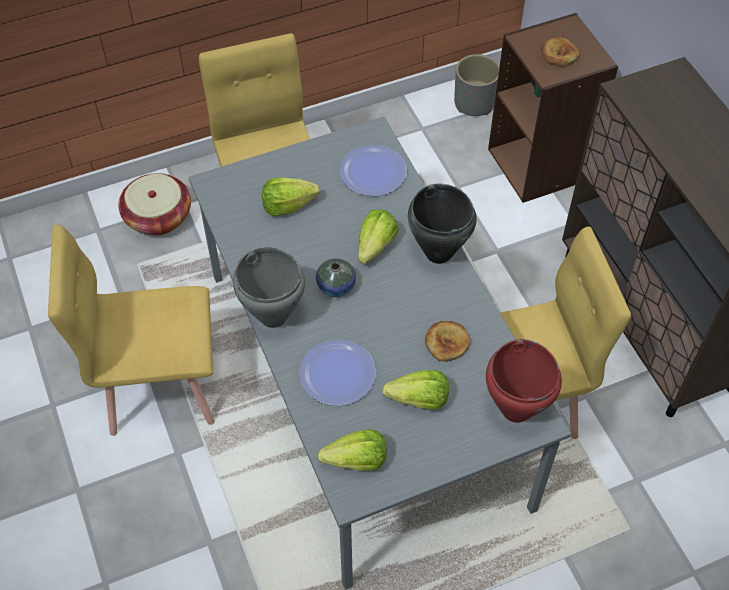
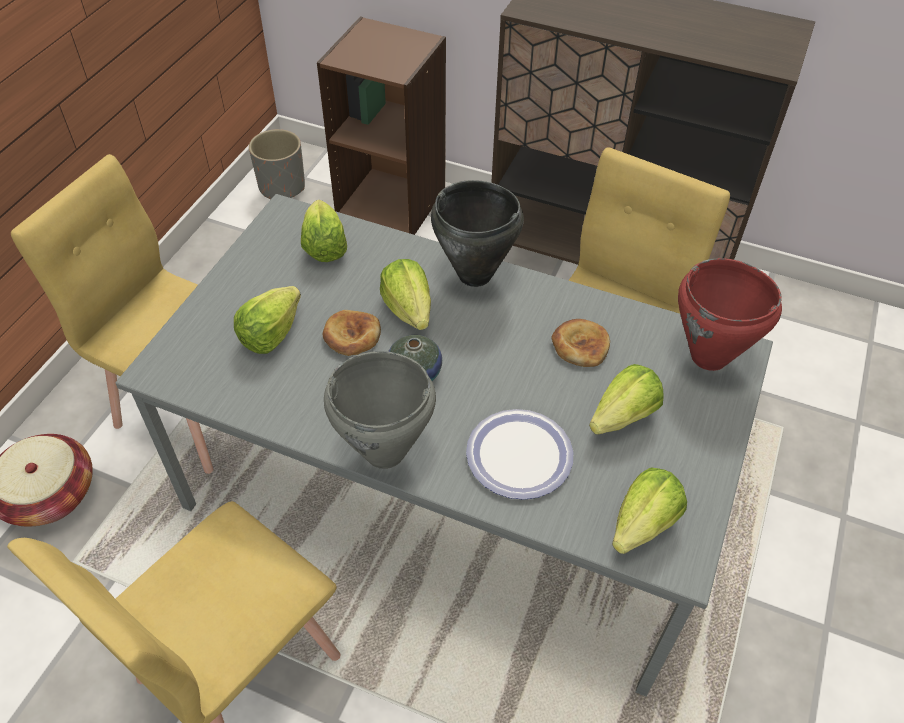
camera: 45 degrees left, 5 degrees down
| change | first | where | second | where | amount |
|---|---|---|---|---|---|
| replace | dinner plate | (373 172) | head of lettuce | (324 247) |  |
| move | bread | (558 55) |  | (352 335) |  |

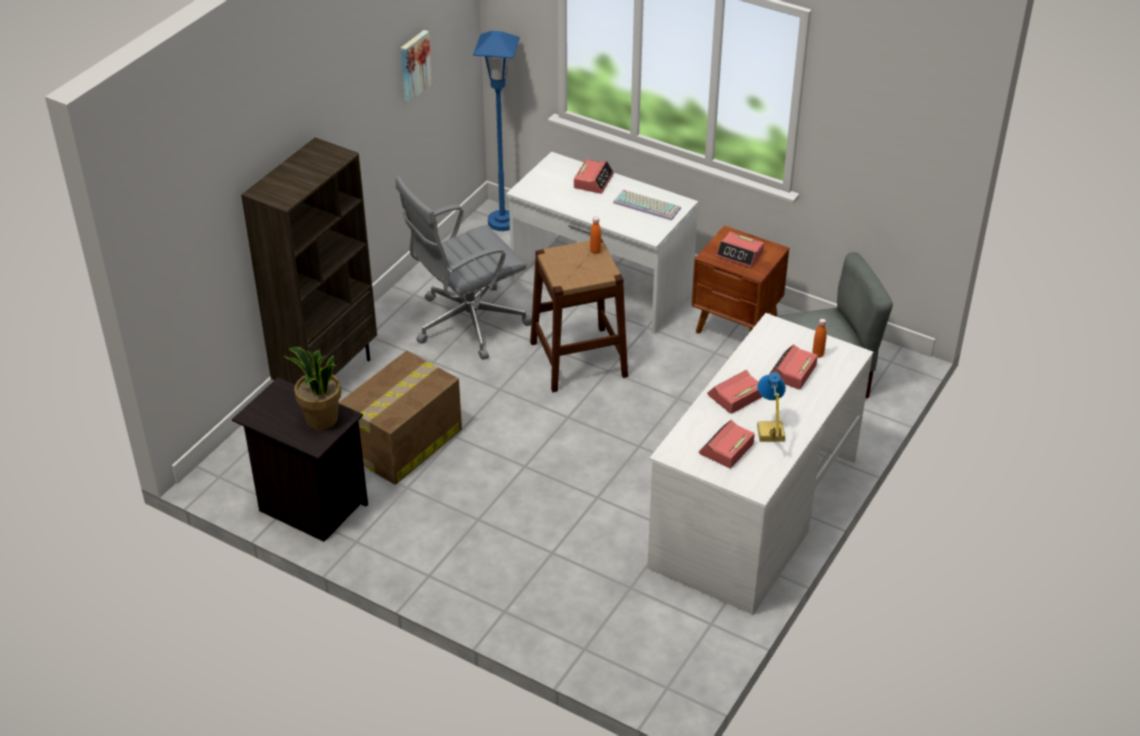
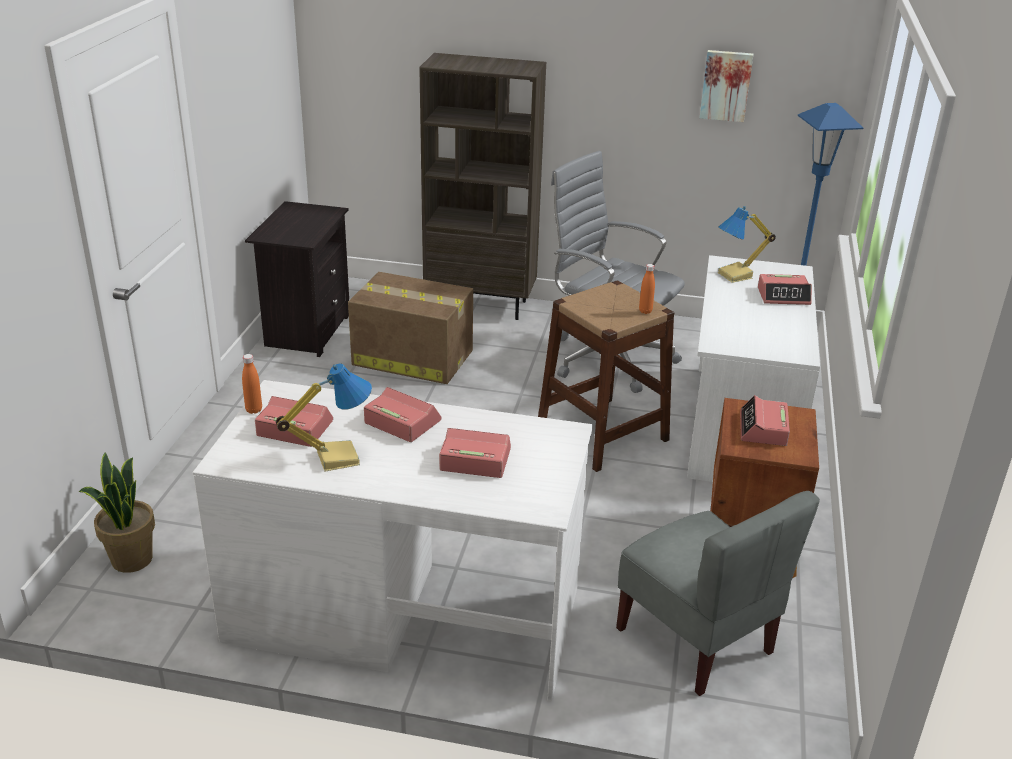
camera: 70 degrees right, 10 degrees down
| change | first | where | second | where | amount |
|---|---|---|---|---|---|
| move | plant in a pot | (321 419) |  | (131 559) |  |
| move | orangey bottle | (818 354) |  | (254 410) |  |
| insert |  |  | table lamp | (736 275) |  |
| delete | keyboard | (648 205) |  |  |  |

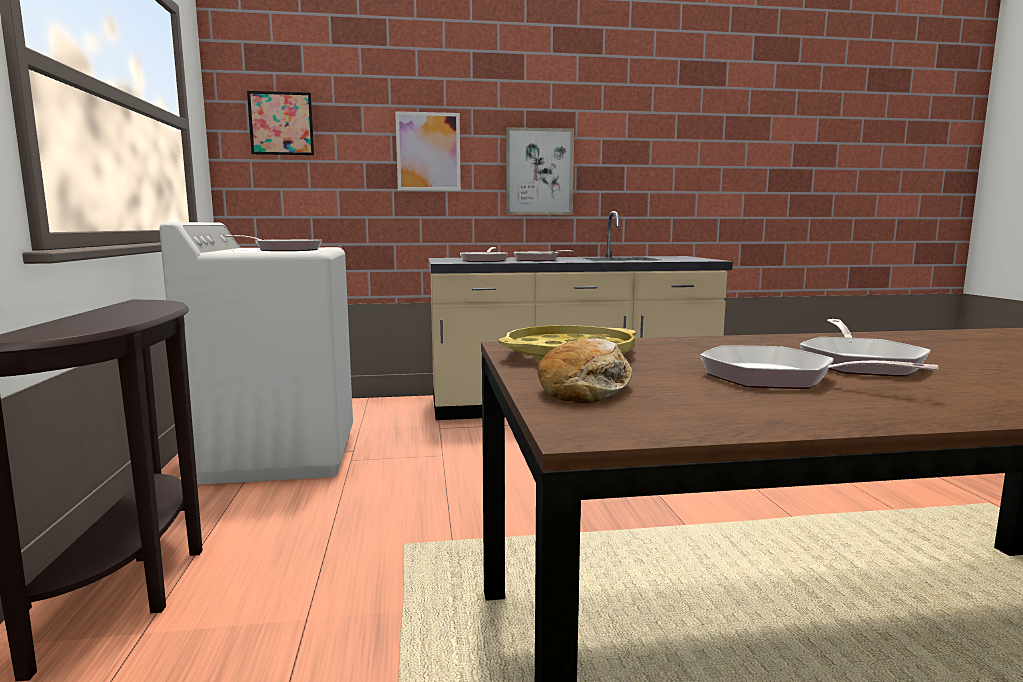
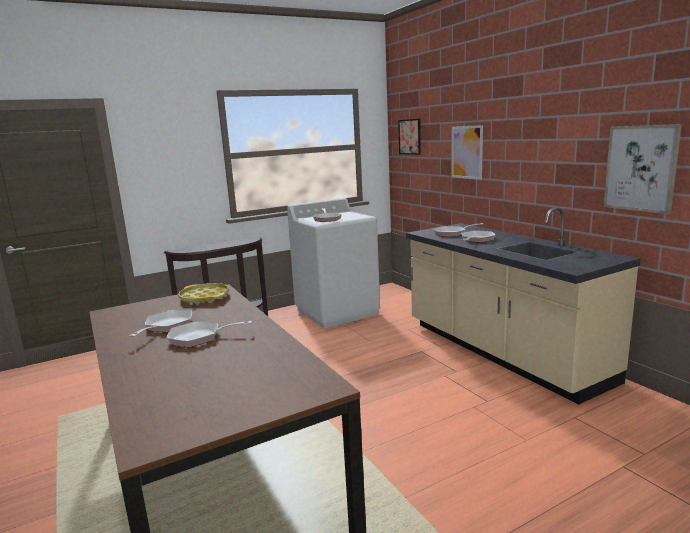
camera: 70 degrees right, 5 degrees up
| change | first | where | second | where | amount |
|---|---|---|---|---|---|
| move | wall picture | (539 172) |  | (641 168) |  |
| delete | bread | (586 389) |  |  |  |

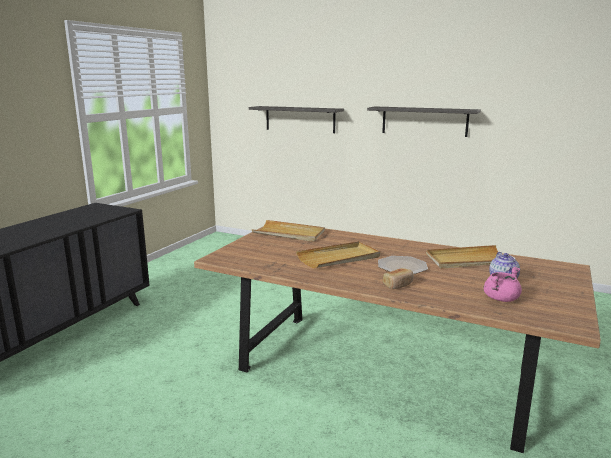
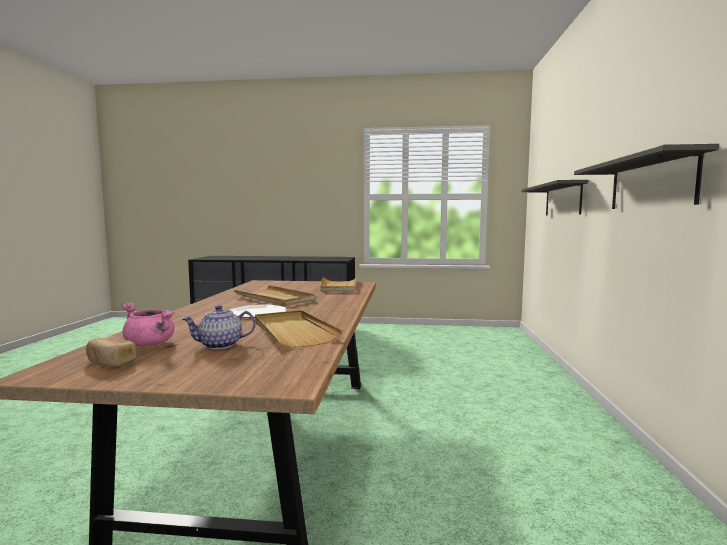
camera: 70 degrees right, 10 degrees down
| change | first | where | second | where | amount |
|---|---|---|---|---|---|
| move | bread | (398 284) |  | (110 362) |  |

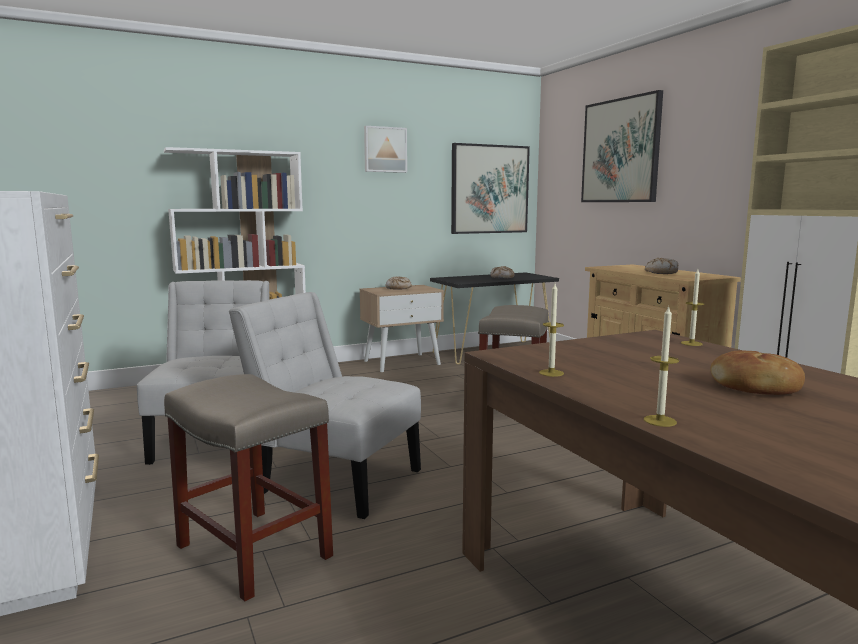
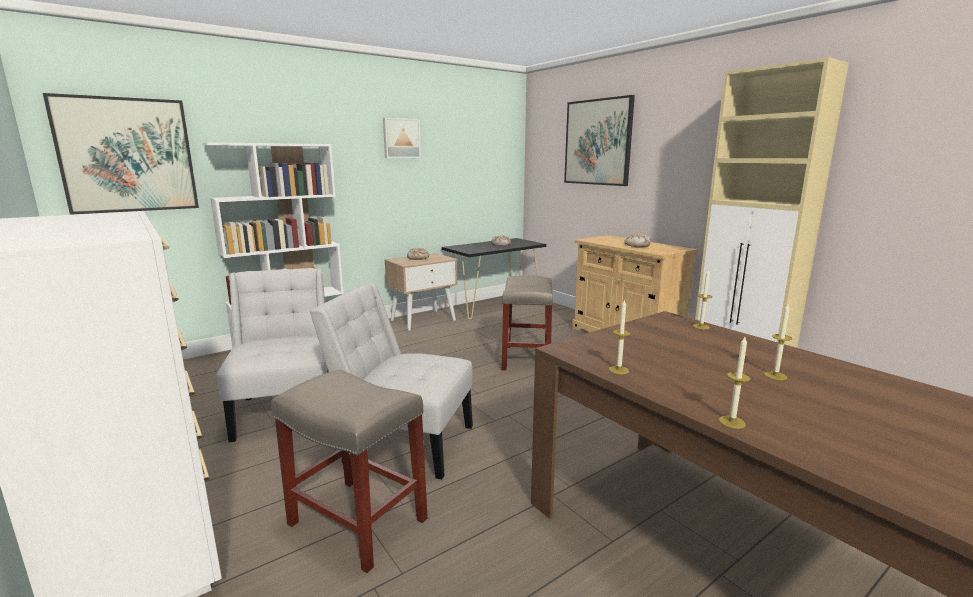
camera: 10 degrees left, 5 degrees up
| change | first | where | second | where | amount |
|---|---|---|---|---|---|
| move | wall picture | (489 189) |  | (127 155) |  |
| replace | bread | (755 387) | wax light | (775 375) |  |

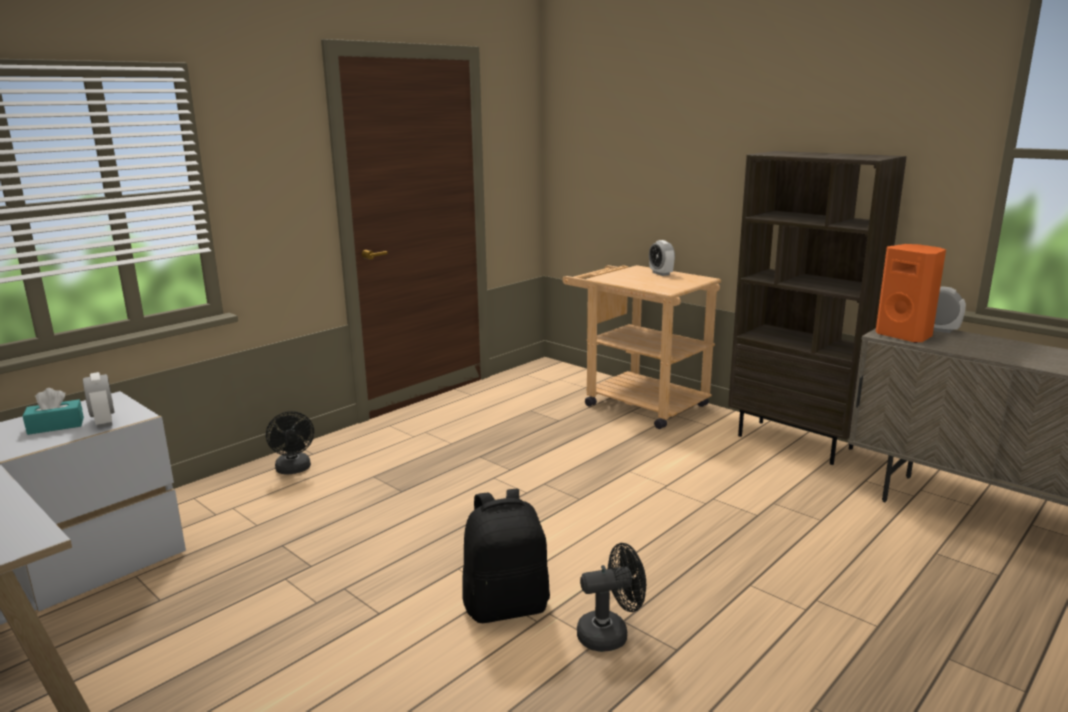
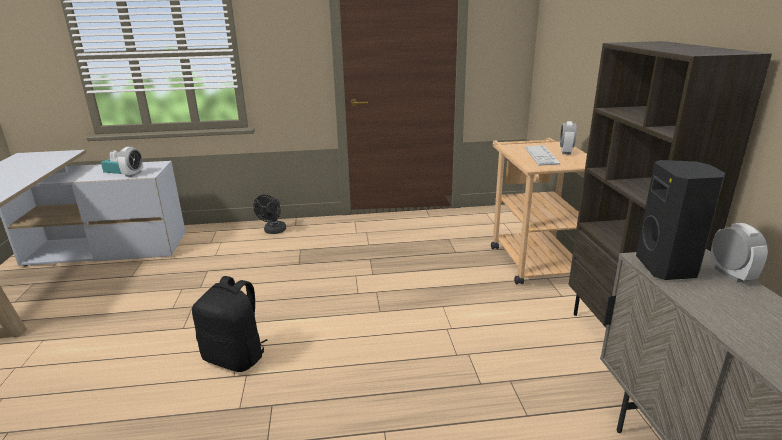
camera: 40 degrees right, 5 degrees up
| change | first | where | second | where | amount |
|---|---|---|---|---|---|
| insert |  |  | keyboard | (541 156) |  |
| recolor | orangey audio speaker | (905 336) | blackish audio speaker | (668 268) |  |
| delete | blackish cooling fan | (610 634) |  |  |  |

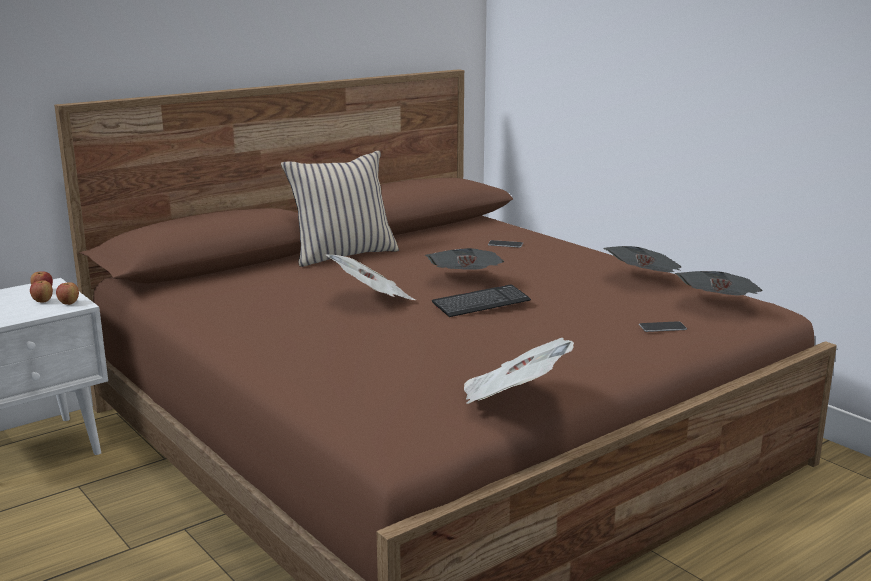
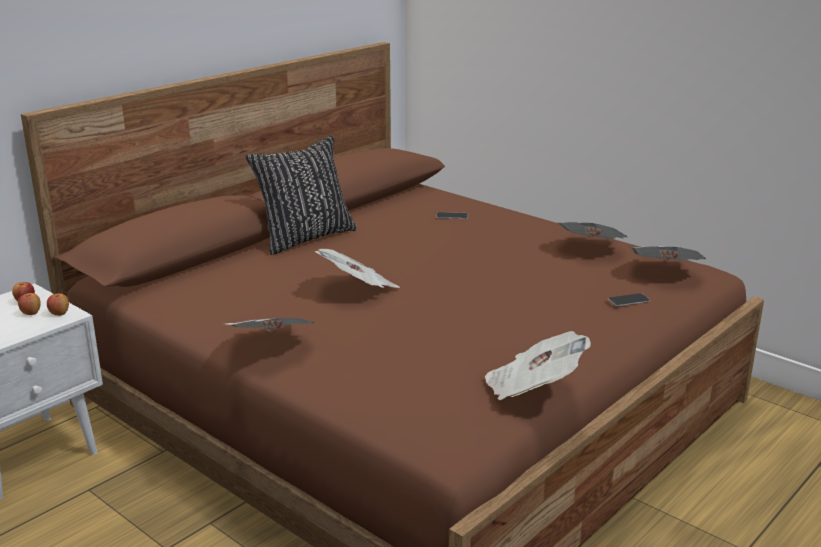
camera: 10 degrees left, 5 degrees up
| change | first | where | second | where | amount |
|---|---|---|---|---|---|
| move | printed paper | (465 280) |  | (272 345) |  |
| recolor | beige throw pillow | (342 254) | blackish throw pillow | (305 238) |  |
| delete | keyboard | (481 303) |  |  |  |

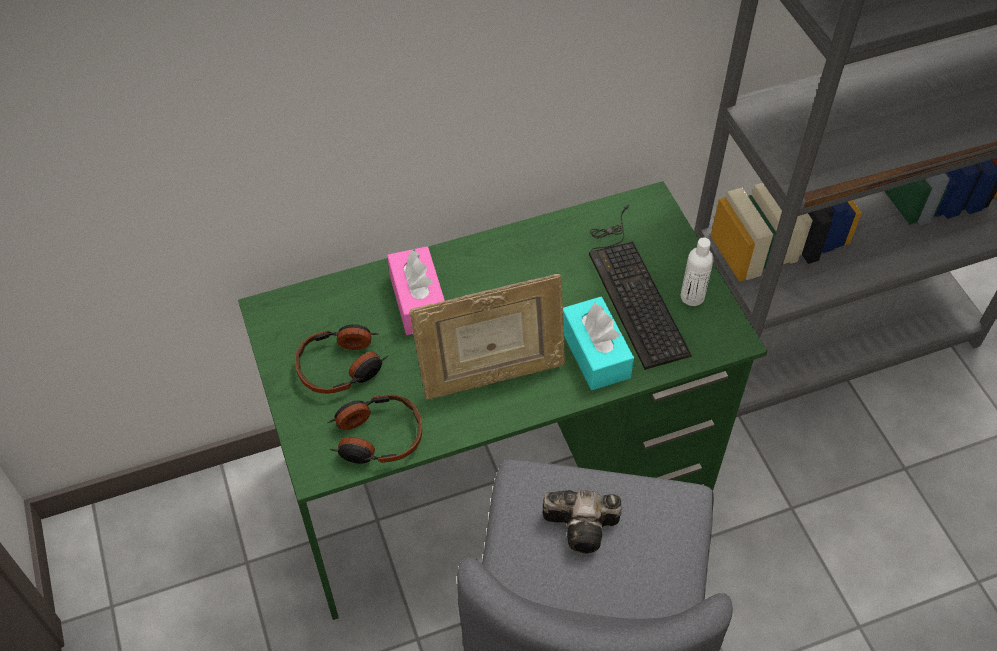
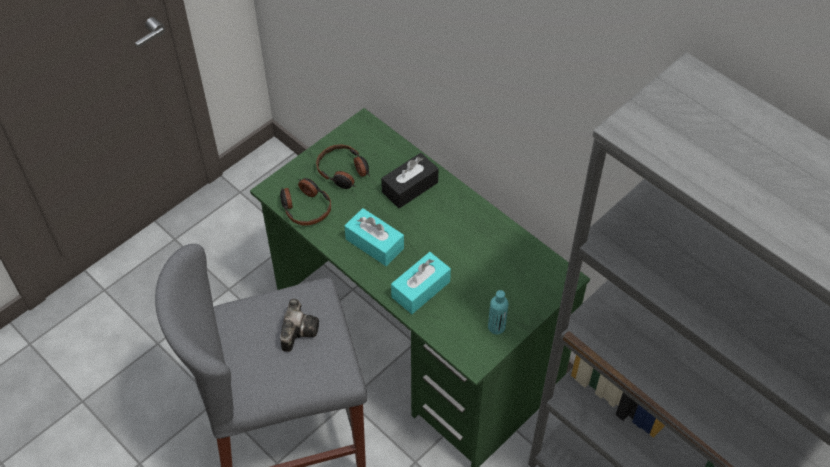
camera: 65 degrees right, 0 degrees up
| change | first | where | second | where | amount |
|---|---|---|---|---|---|
| rotate | still camera | (584 526) |  | (298 329) | 150 degrees counterclockwise |
| replace | photo frame | (491 376) | turquoise box of tissues | (374 243) |  |
| recolor | pink-coloured box of tissues | (418 300) | blackish box of tissues | (410 187) |  |
| recolor | white bottle | (692 297) | turquoise bottle | (496 327) |  |
| delete | keyboard | (633 288) |  |  |  |

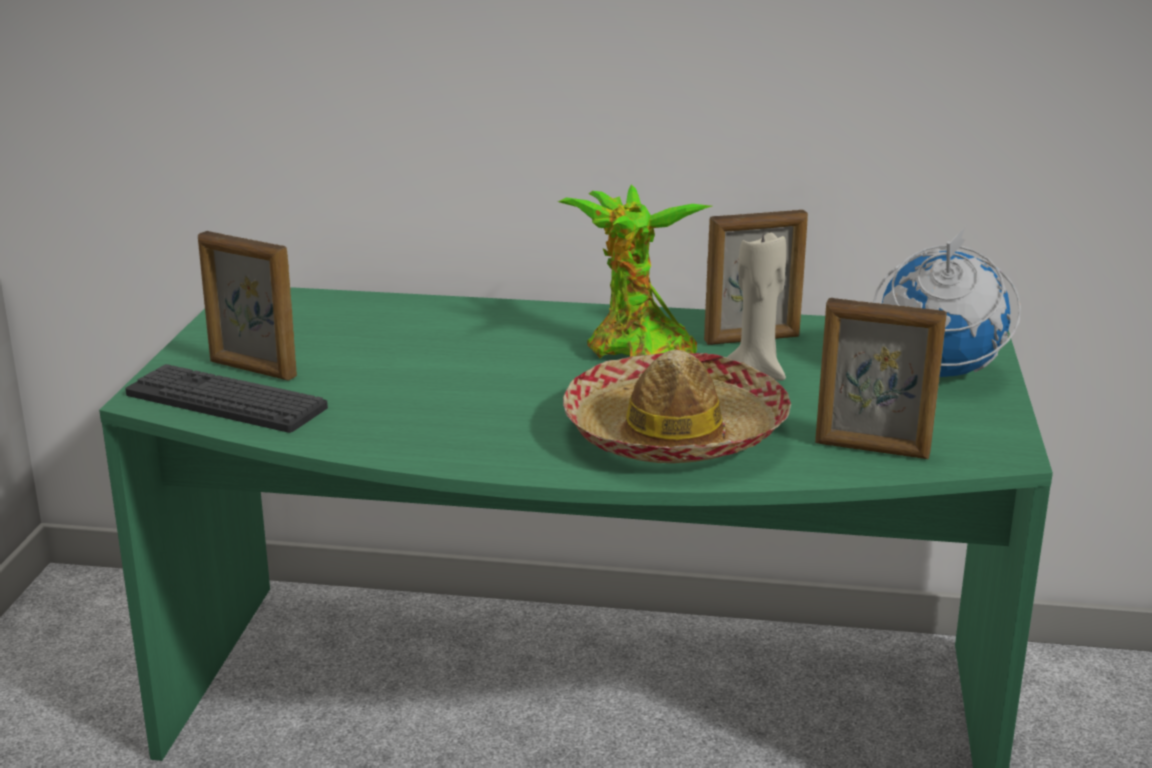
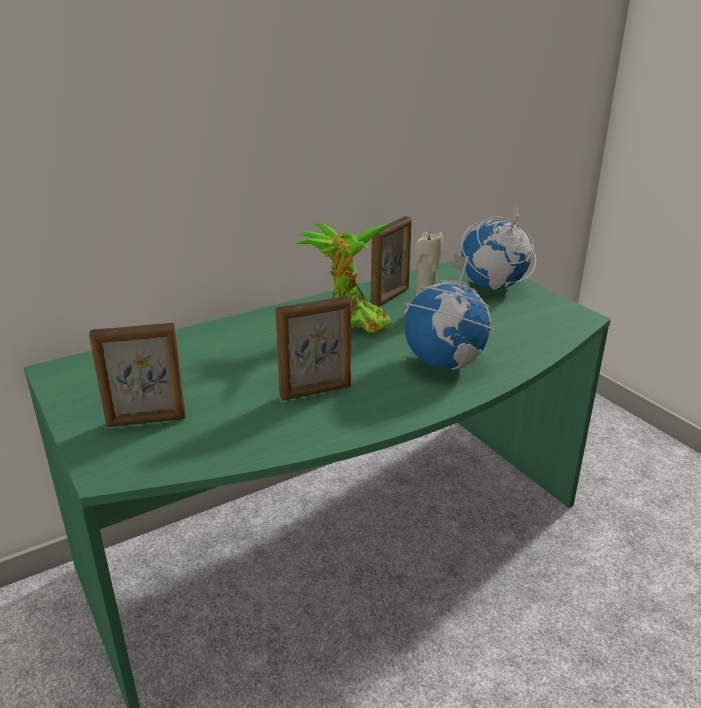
camera: 40 degrees left, 5 degrees up
| change | first | where | second | where | amount |
|---|---|---|---|---|---|
| move | photo frame | (872 449) |  | (316 392) |  |
| replace | hat | (674 433) | world globe | (445 362) |  |
| delete | keyboard | (226 401) |  |  |  |

